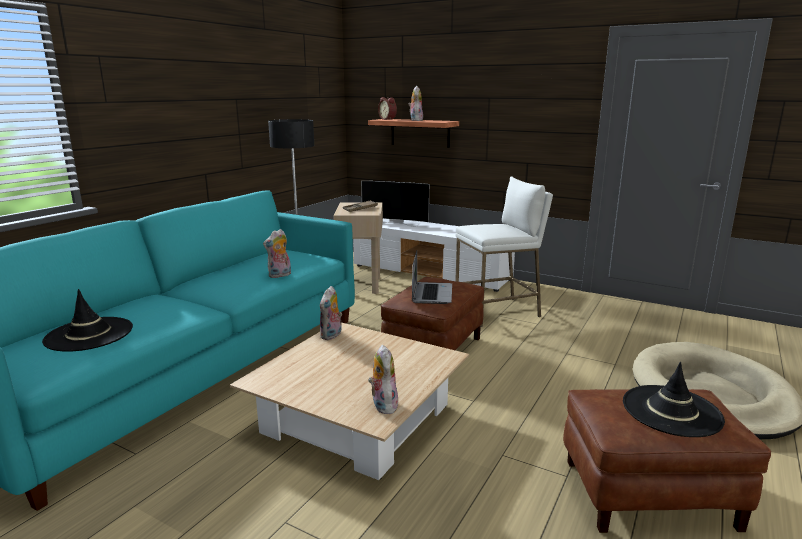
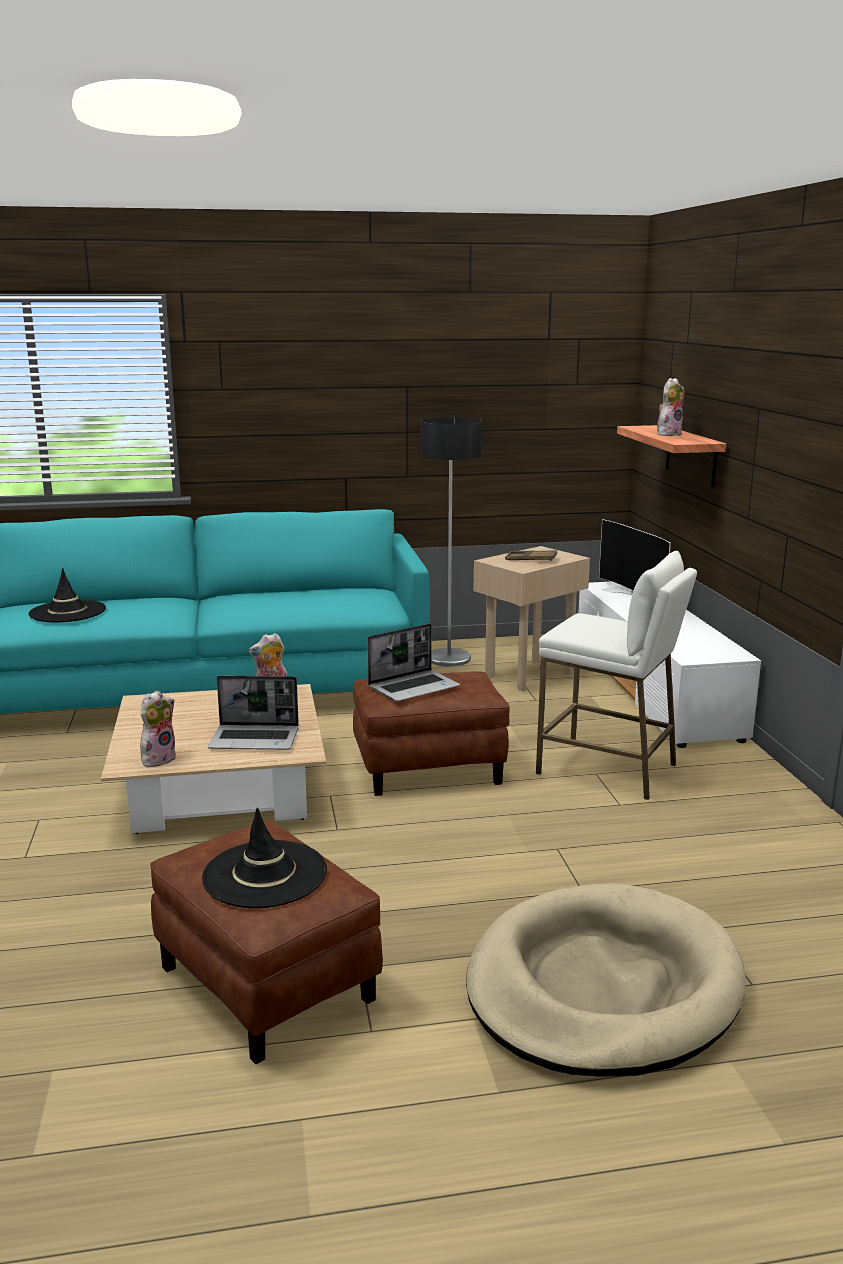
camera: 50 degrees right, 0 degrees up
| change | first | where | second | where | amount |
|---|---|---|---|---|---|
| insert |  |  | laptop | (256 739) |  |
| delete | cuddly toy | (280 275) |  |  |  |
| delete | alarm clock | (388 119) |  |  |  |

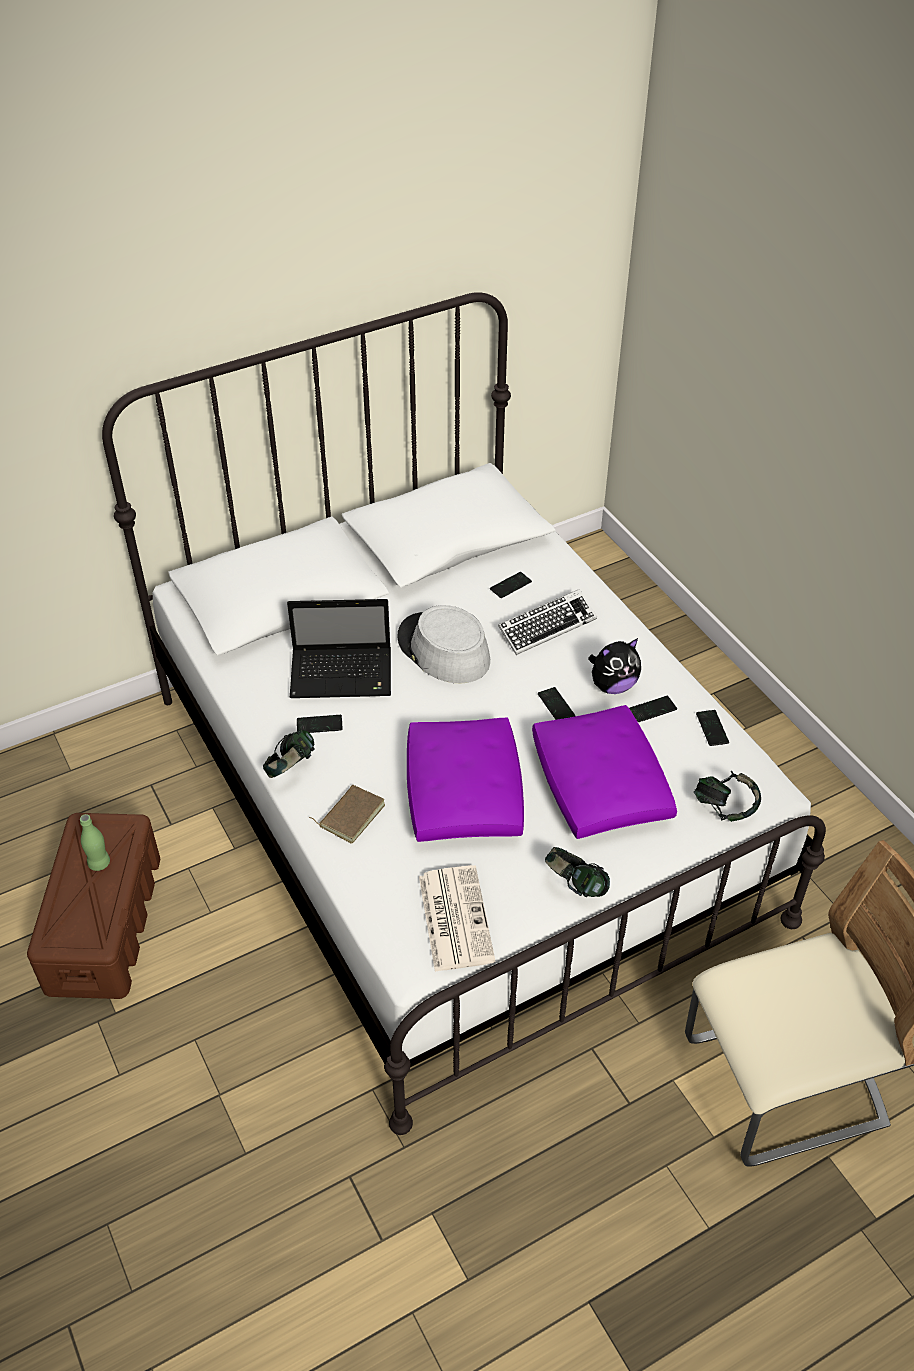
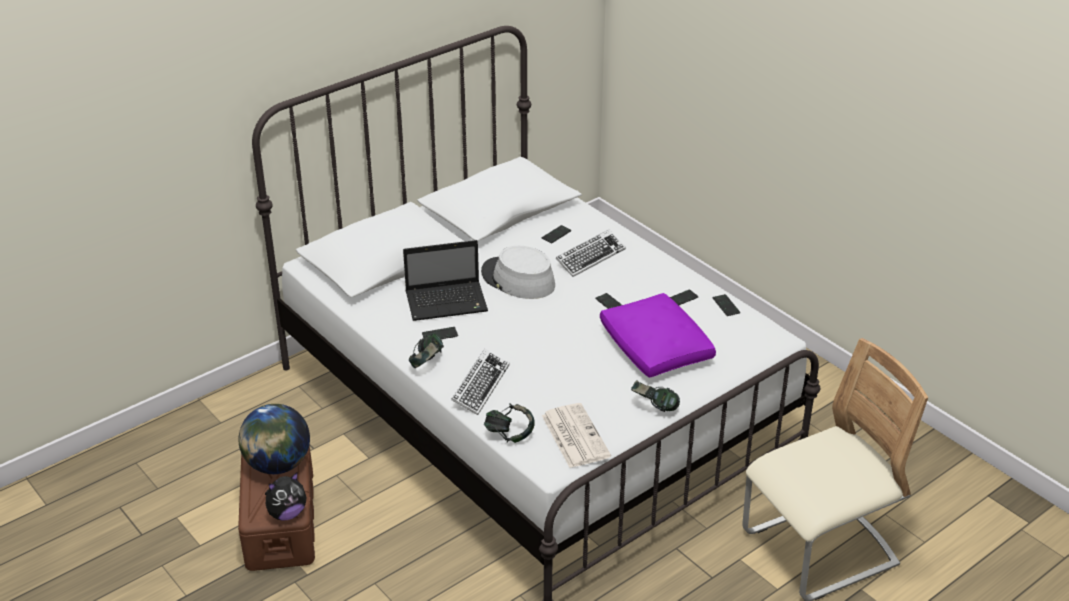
camera: 10 degrees left, 10 degrees down
| change | first | where | second | where | amount |
|---|---|---|---|---|---|
| replace | green bottle | (99 863) | world globe | (277 465) |  |
| move | cuddly toy | (612 685) |  | (287 513) |  |
| replace | brown-coloured volume | (350 815) | keyboard | (480 386) |  |
| move | headphones | (724 808) |  | (509 435) |  |
| delete | purple throw pillow | (464 794) |  |  |  |

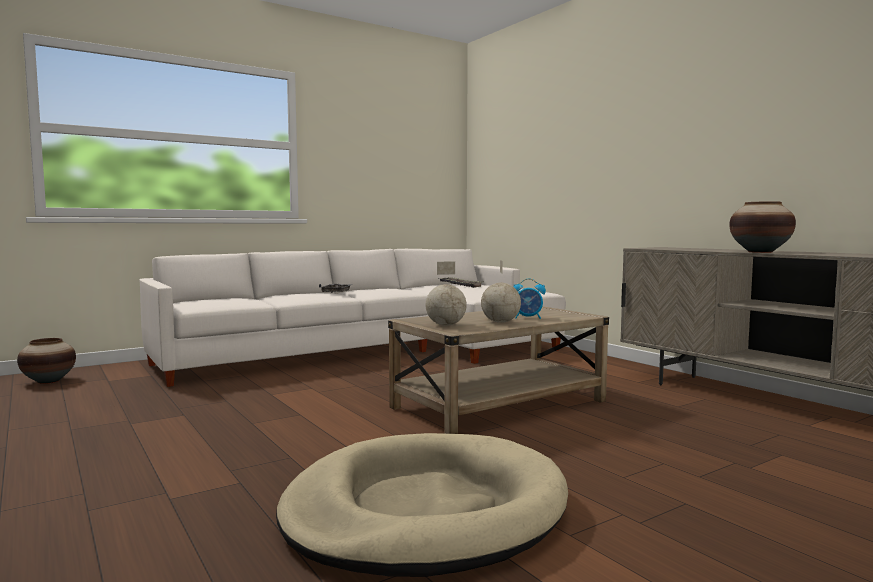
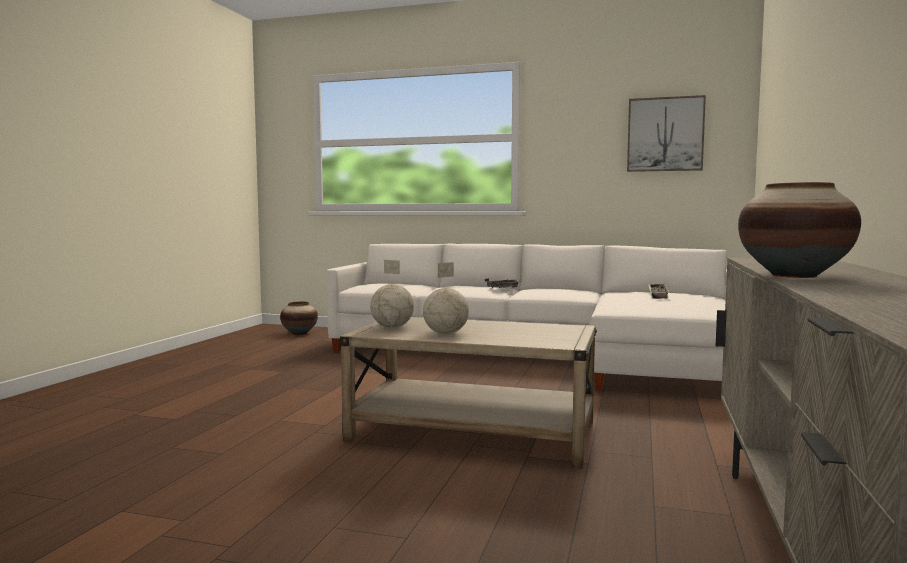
camera: 50 degrees right, 0 degrees up
| change | first | where | second | where | amount |
|---|---|---|---|---|---|
| insert |  |  | wall picture | (665 134) |  |
| delete | beige pet bed | (424 511) |  |  |  |
| delete | alarm clock | (528 318) |  |  |  |

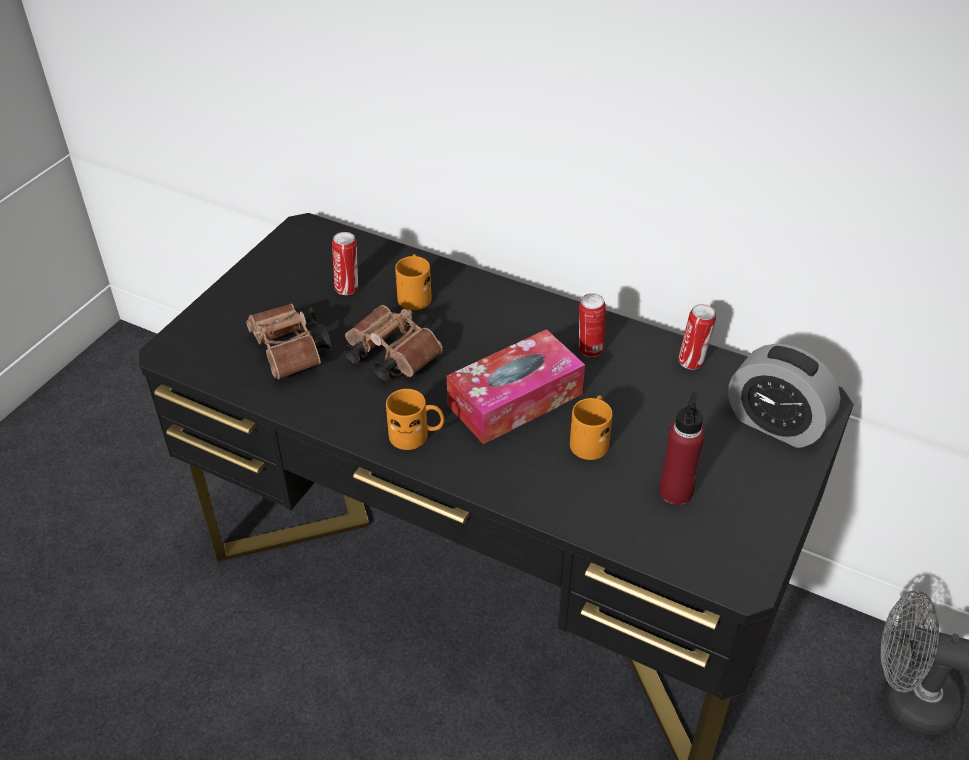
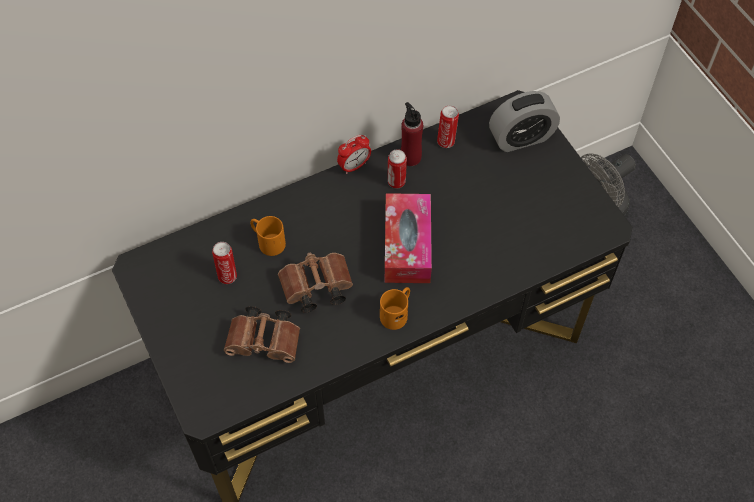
camera: 55 degrees left, 15 degrees up
| change | first | where | second | where | amount |
|---|---|---|---|---|---|
| insert |  |  | alarm clock | (354 166) |  |
| move | red-coloured bottle | (675 491) |  | (410 157) |  |
| delete | orangey tea mug | (590 439) |  |  |  |

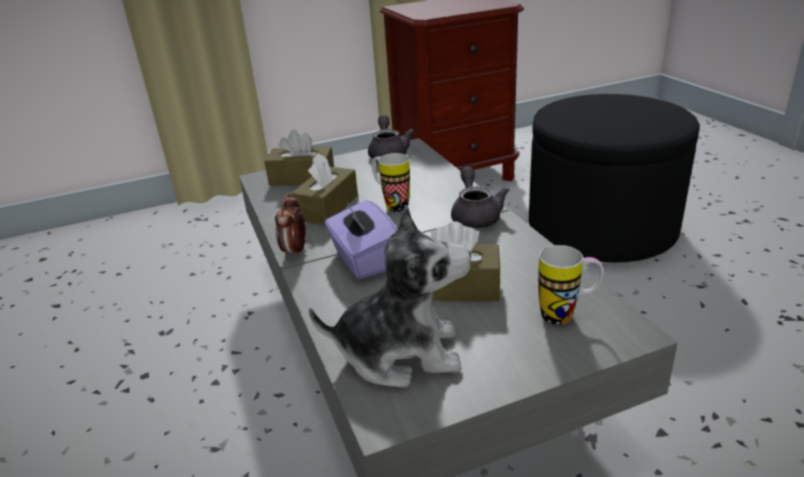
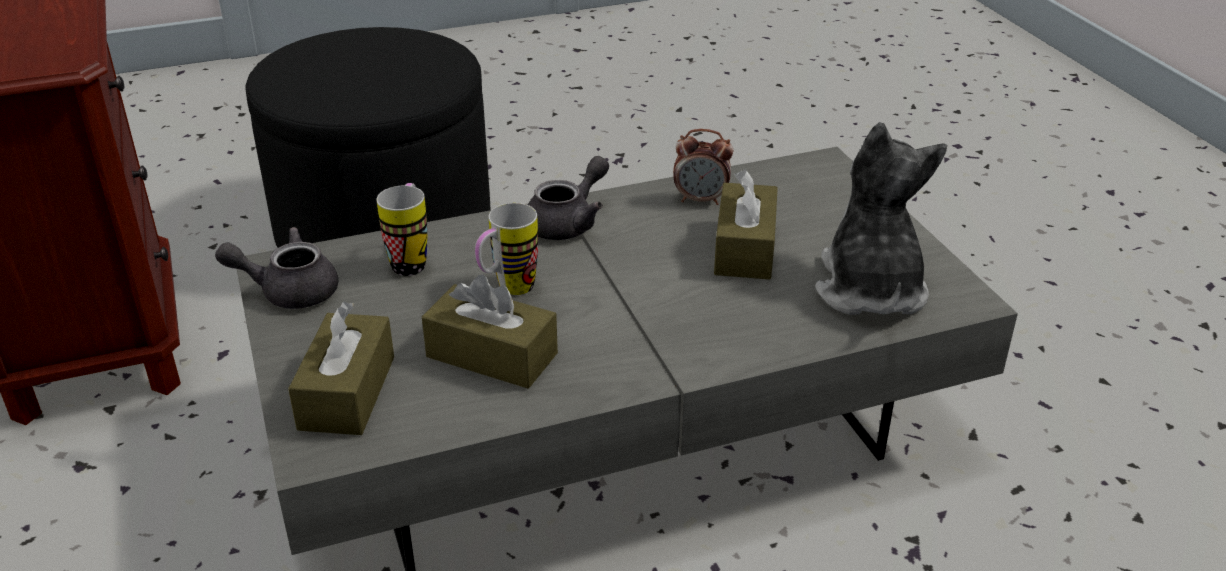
camera: 90 degrees left, 5 degrees up
| change | first | where | second | where | amount |
|---|---|---|---|---|---|
| move | tea mug | (567 315) |  | (411 260) |  |
| rotate | gray pot for tea | (475 215) |  | (568 222) | 135 degrees clockwise |
| move | alarm clock | (295 251) |  | (701 199) |  |
| delete | purple box of tissues | (363 260) |  |  |  |

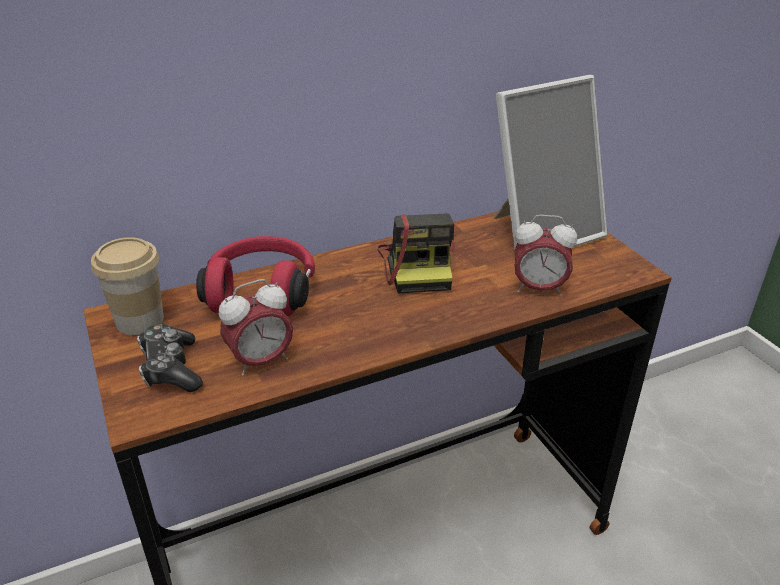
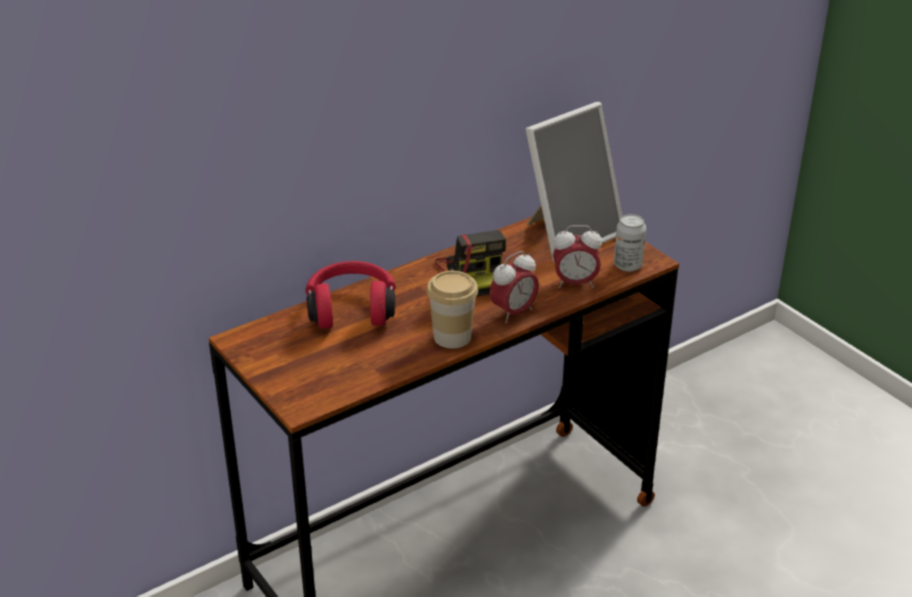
camera: 10 degrees left, 0 degrees up
| change | first | where | second | where | amount |
|---|---|---|---|---|---|
| move | drinking cup | (140 320) |  | (452 337) |  |
| move | alarm clock | (261 362) |  | (513 313) |  |
| insert |  |  | can | (627 265) |  |
| delete | gamepad | (171 368) |  |  |  |

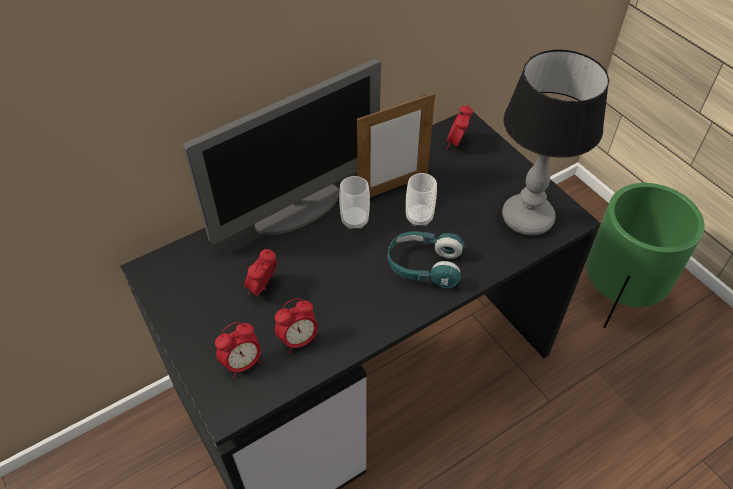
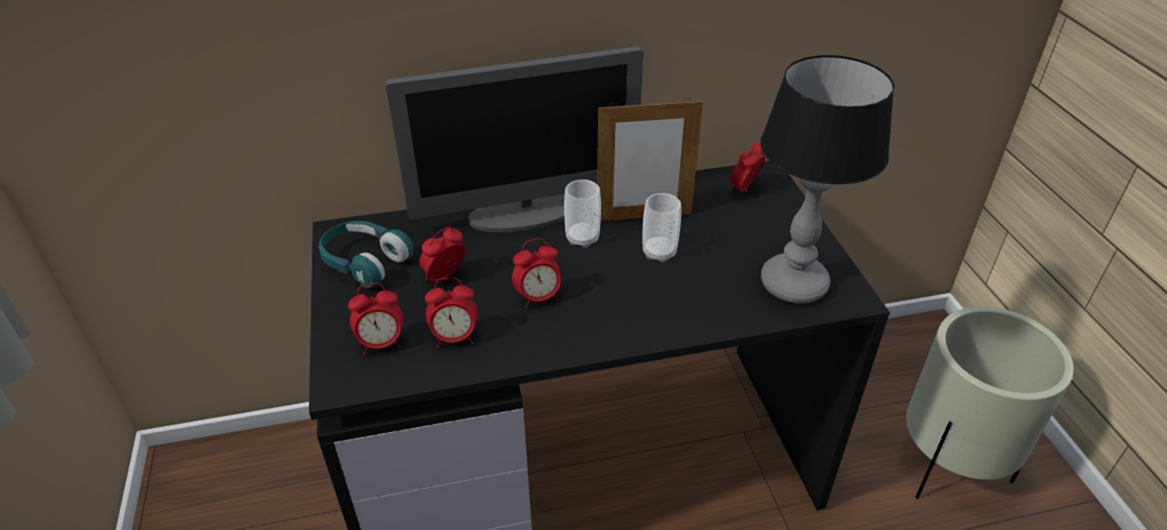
camera: 20 degrees right, 10 degrees down
| change | first | where | second | where | amount |
|---|---|---|---|---|---|
| move | turquoise headphones | (424 266) |  | (365 262) |  |
| insert |  |  | alarm clock | (538 298) |  |
| recolor | green planter | (617 296) | beige planter | (950 465) |  |

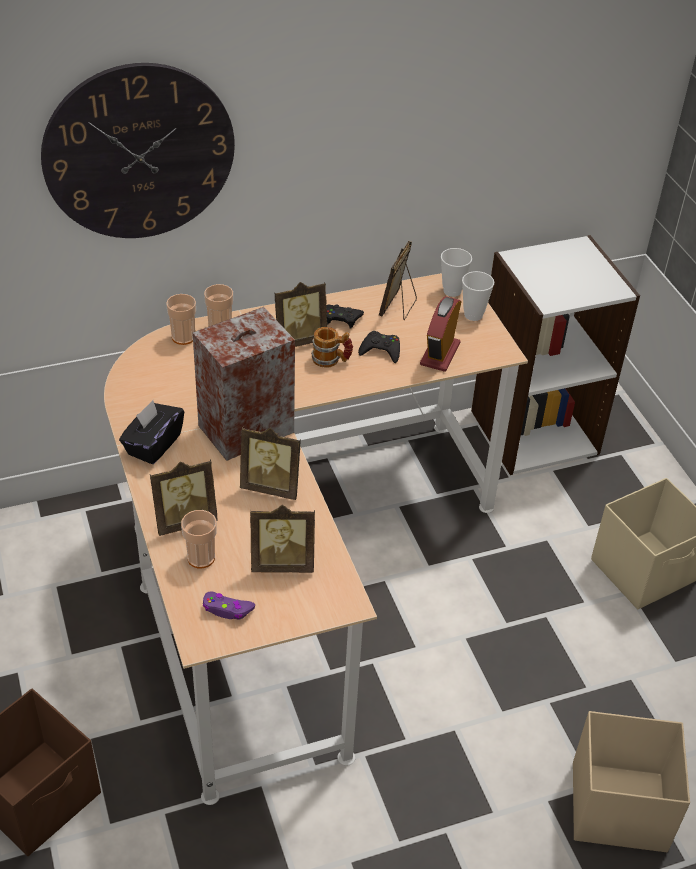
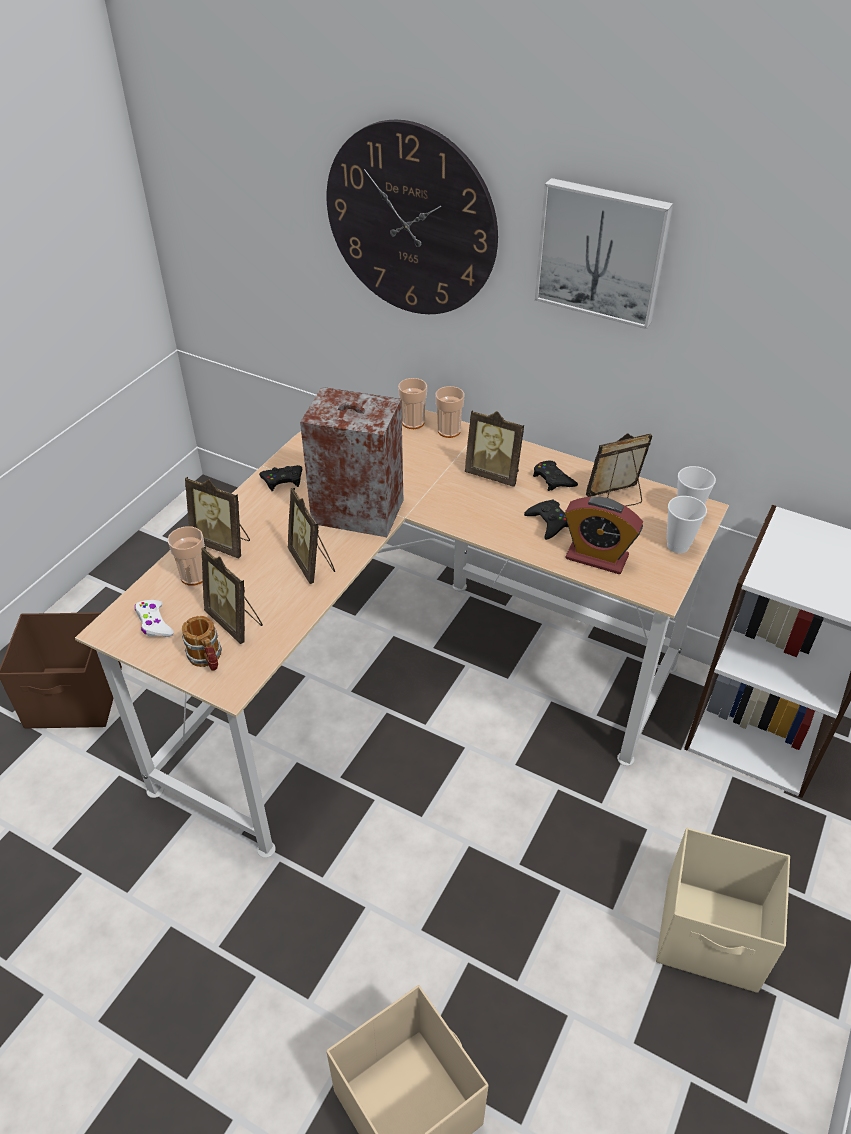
camera: 50 degrees right, 0 degrees up
| change | first | where | second | where | amount |
|---|---|---|---|---|---|
| recolor | purple gamepad | (227 609) | white gamepad | (154 623) |  |
| move | tea mug | (331 360) |  | (207 659) |  |
| replace | blackish box of tissues | (153 445) | blackish gamepad | (282 480) |  |
| insert |  |  | wall picture | (602 251) |  |
| rotate | alarm clock | (440 354) |  | (596 557) | 135 degrees counterclockwise |

